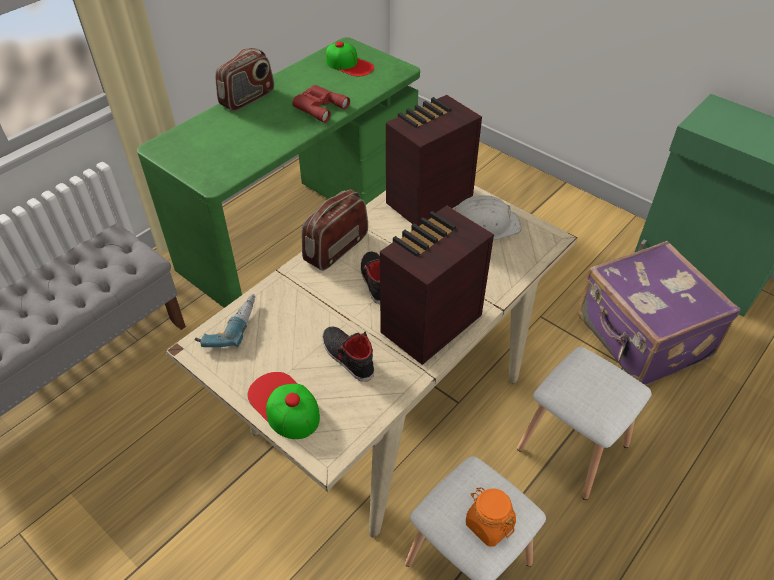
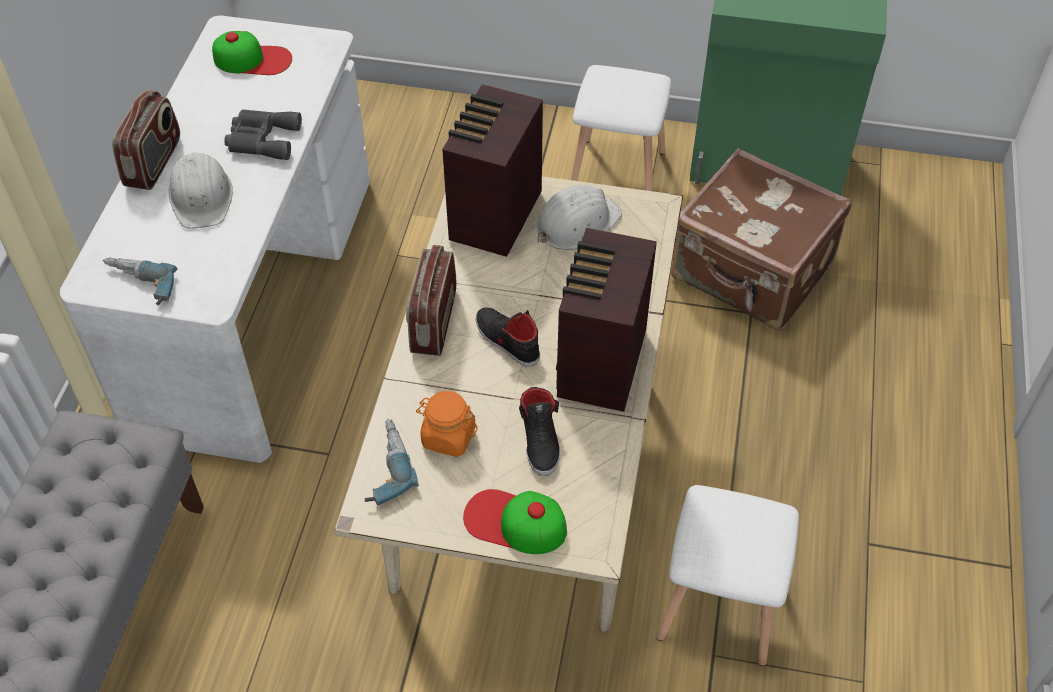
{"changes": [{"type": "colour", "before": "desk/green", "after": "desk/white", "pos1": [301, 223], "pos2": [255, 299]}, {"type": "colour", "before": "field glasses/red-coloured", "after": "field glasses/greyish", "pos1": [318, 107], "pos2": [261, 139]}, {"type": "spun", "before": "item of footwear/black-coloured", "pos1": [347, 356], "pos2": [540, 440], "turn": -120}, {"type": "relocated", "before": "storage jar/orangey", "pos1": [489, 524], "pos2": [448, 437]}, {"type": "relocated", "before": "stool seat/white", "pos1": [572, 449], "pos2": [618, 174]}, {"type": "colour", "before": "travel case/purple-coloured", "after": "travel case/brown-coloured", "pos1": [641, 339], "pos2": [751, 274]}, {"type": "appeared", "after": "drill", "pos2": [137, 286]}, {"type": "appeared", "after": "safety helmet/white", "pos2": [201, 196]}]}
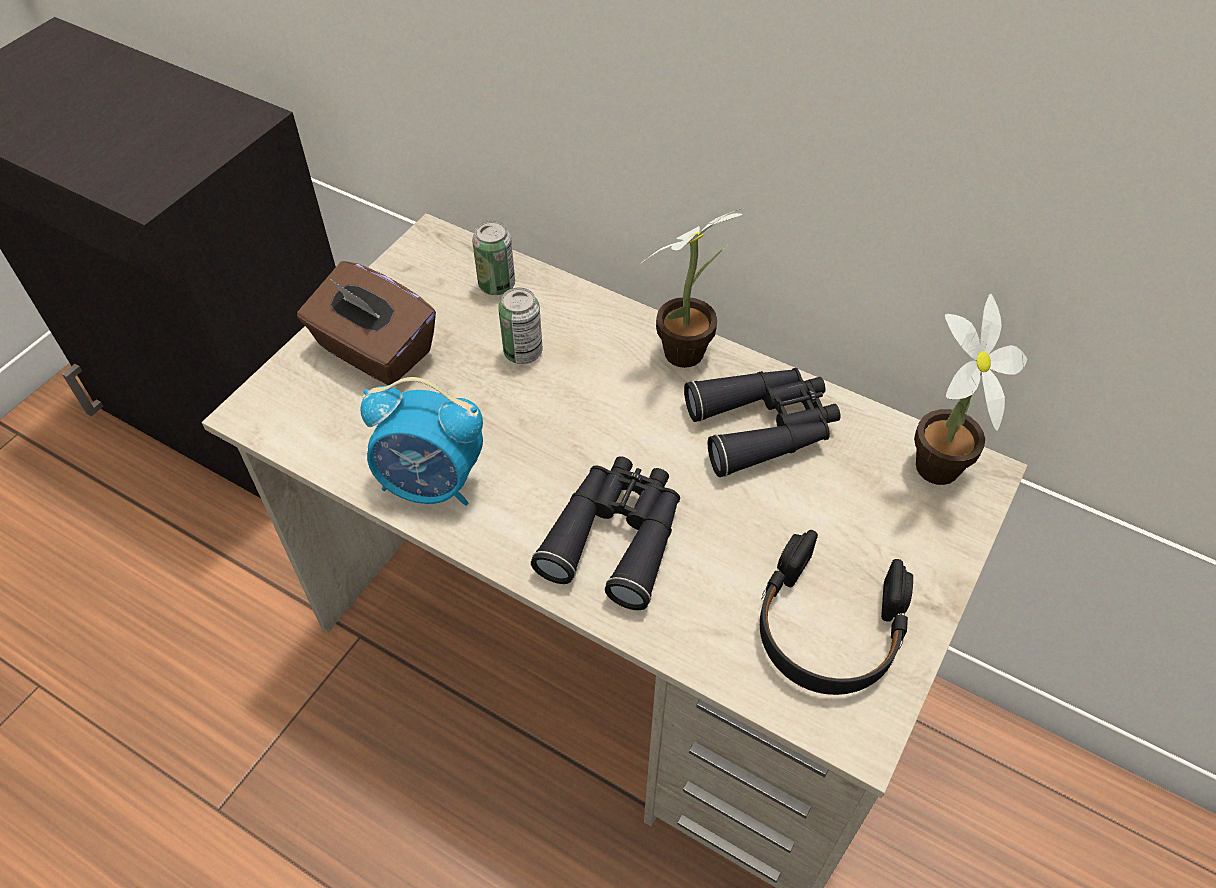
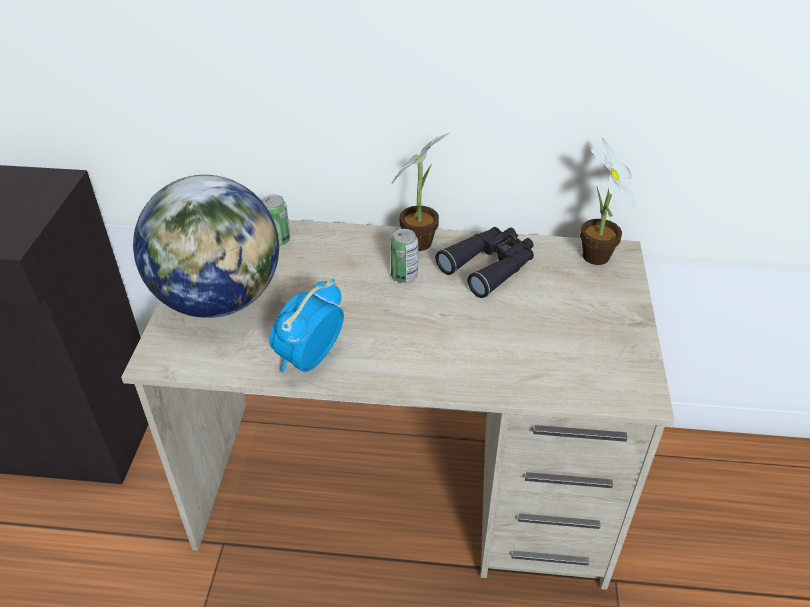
{"changes": [{"type": "exchanged", "before": "box of tissues/brown-coloured", "after": "desk globe", "pos1": [374, 351], "pos2": [219, 299]}, {"type": "spun", "before": "alarm clock", "pos1": [432, 484], "pos2": [309, 359], "turn": 135}, {"type": "relocated", "before": "metal can", "pos1": [523, 352], "pos2": [404, 276]}, {"type": "missing", "before": "field glasses/black-coloured", "pos1": [616, 536]}, {"type": "missing", "before": "pair of headphones/black-coloured", "pos1": [828, 627]}]}
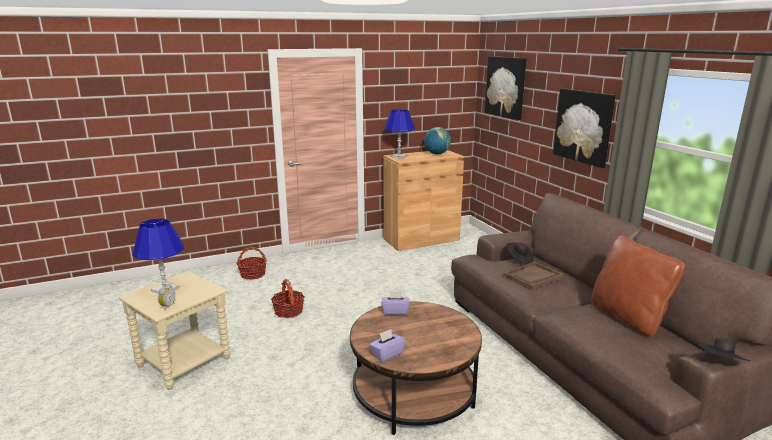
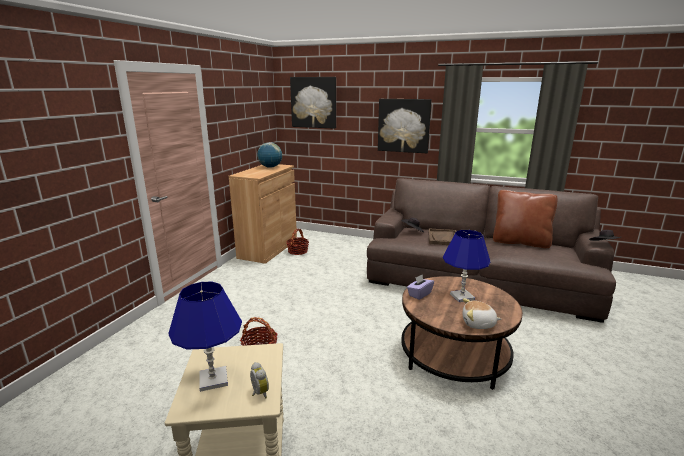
{"changes": [{"type": "relocated", "before": "household basket", "pos1": [253, 274], "pos2": [298, 251]}, {"type": "exchanged", "before": "box of tissues/purple-coloured", "after": "soft toy", "pos1": [387, 354], "pos2": [478, 324]}, {"type": "relocated", "before": "tabletop lamp/bluish", "pos1": [399, 156], "pos2": [462, 297]}]}
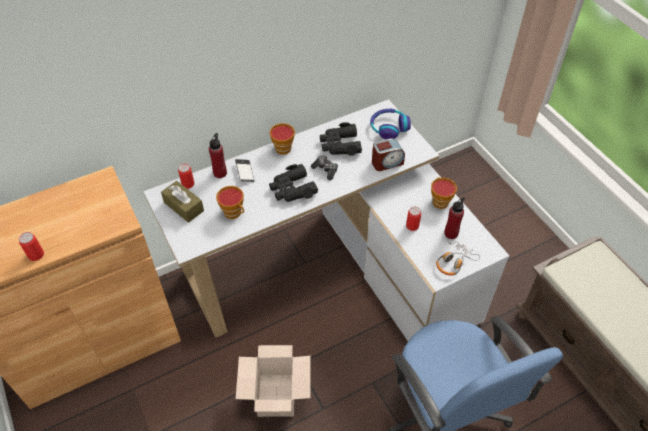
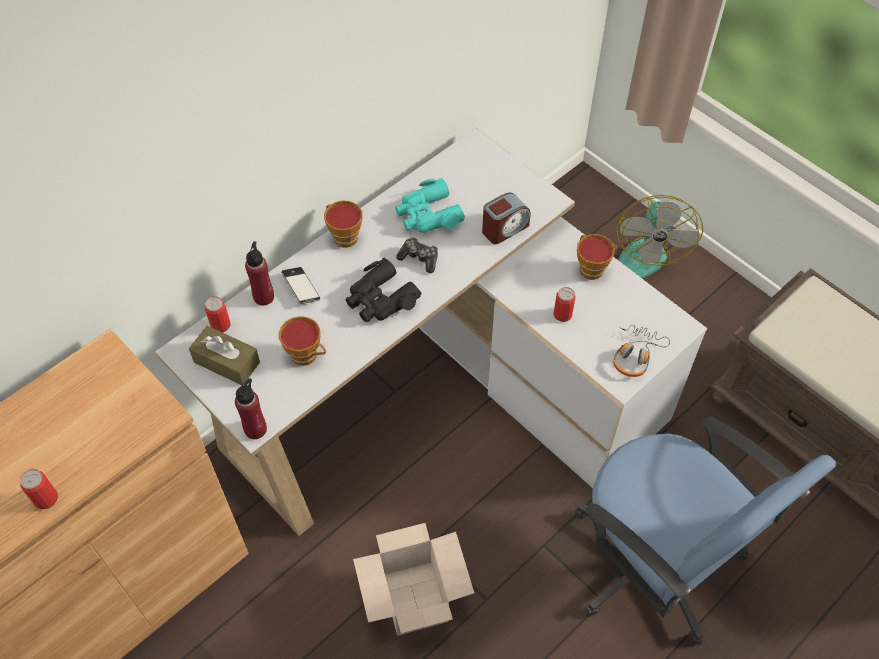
{"changes": [{"type": "colour", "before": "field glasses/black-coloured", "after": "field glasses/turquoise-coloured", "pos1": [340, 145], "pos2": [428, 214]}, {"type": "missing", "before": "pair of headphones", "pos1": [389, 127]}, {"type": "relocated", "before": "beverage bottle/red-coloured", "pos1": [451, 233], "pos2": [255, 429]}, {"type": "appeared", "after": "cooling fan", "pos2": [640, 250]}]}
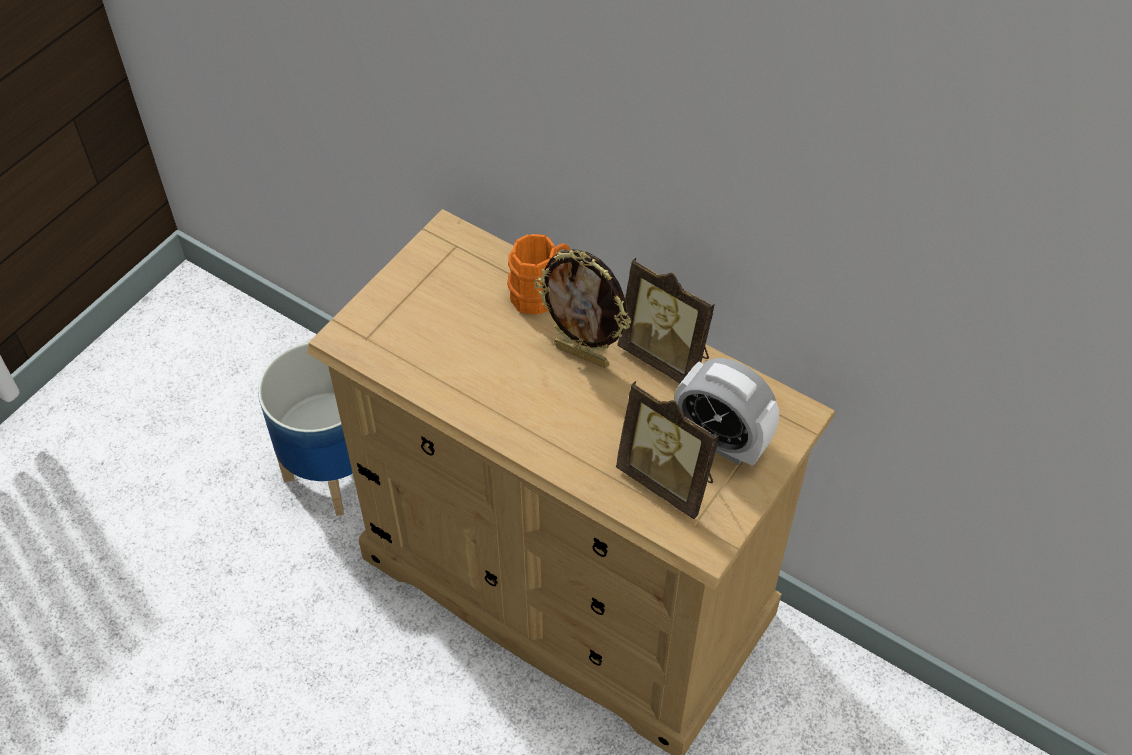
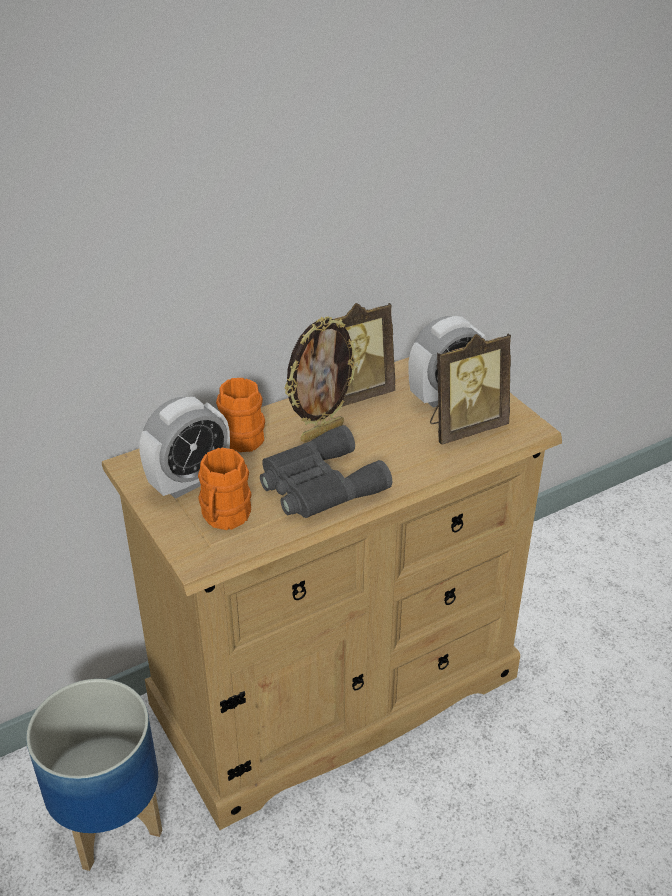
{"changes": [{"type": "appeared", "after": "alarm clock", "pos2": [189, 481]}, {"type": "appeared", "after": "coffee mug/orangey", "pos2": [224, 518]}, {"type": "appeared", "after": "field glasses/greyish", "pos2": [318, 485]}]}
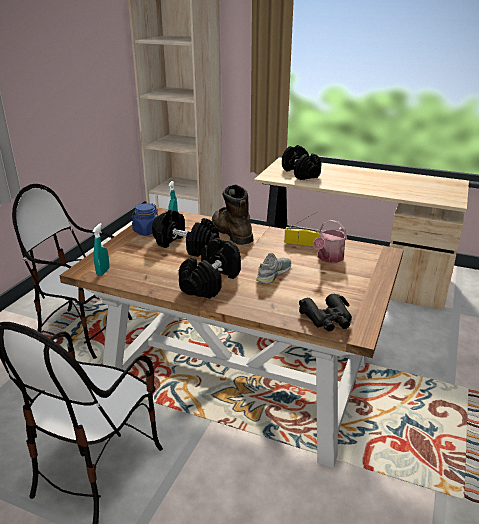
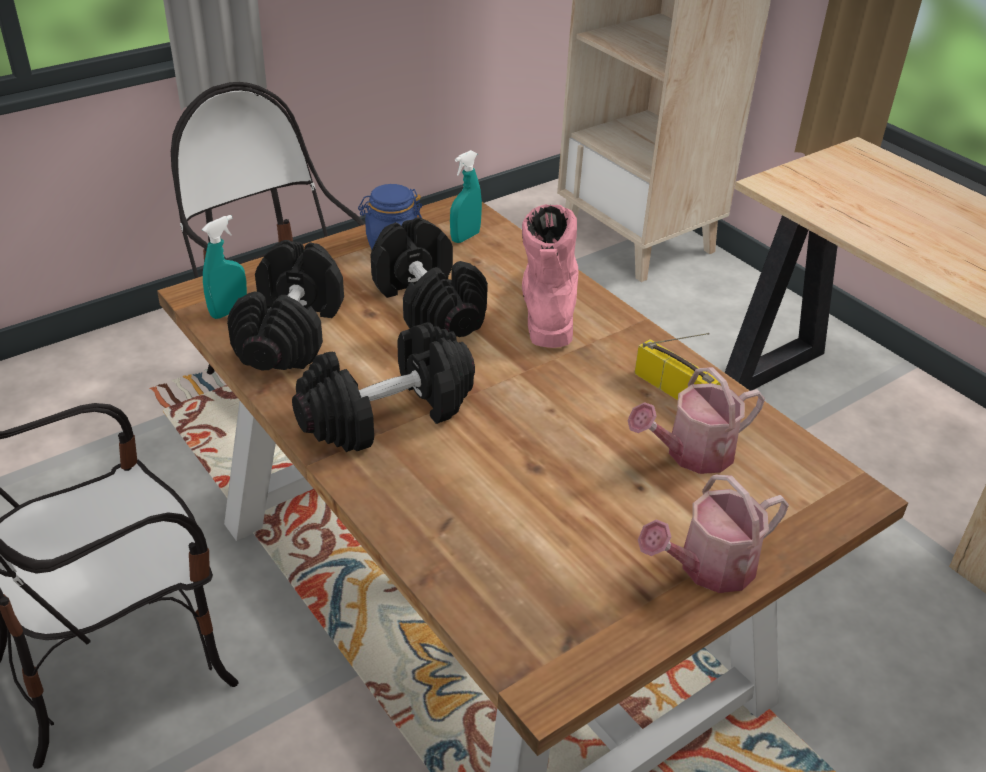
{"changes": [{"type": "colour", "before": "high-top boot/brown-coloured", "after": "high-top boot/pink", "pos1": [230, 232], "pos2": [548, 305]}, {"type": "missing", "before": "item of footwear/greyish", "pos1": [274, 273]}, {"type": "relocated", "before": "dumbbell/black-coloured", "pos1": [301, 173], "pos2": [291, 333]}, {"type": "missing", "before": "field glasses/black-coloured", "pos1": [327, 319]}, {"type": "appeared", "after": "watering pot", "pos2": [708, 568]}]}
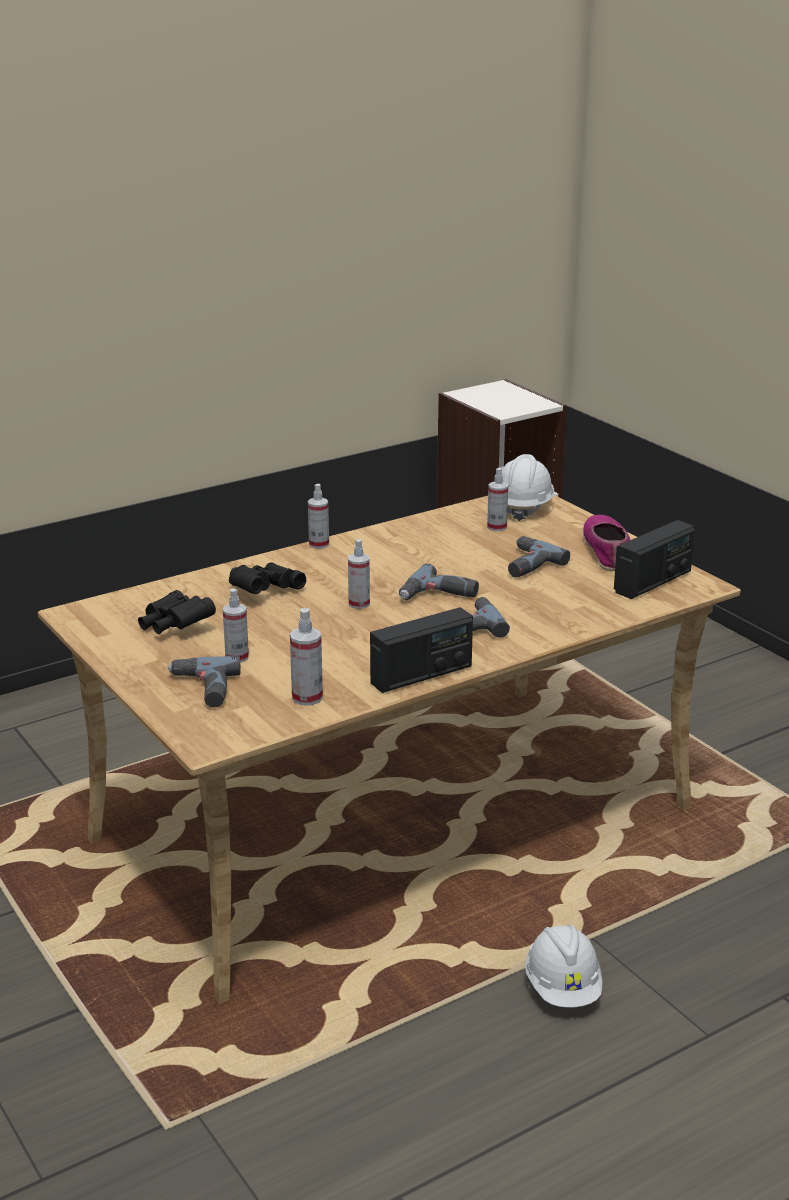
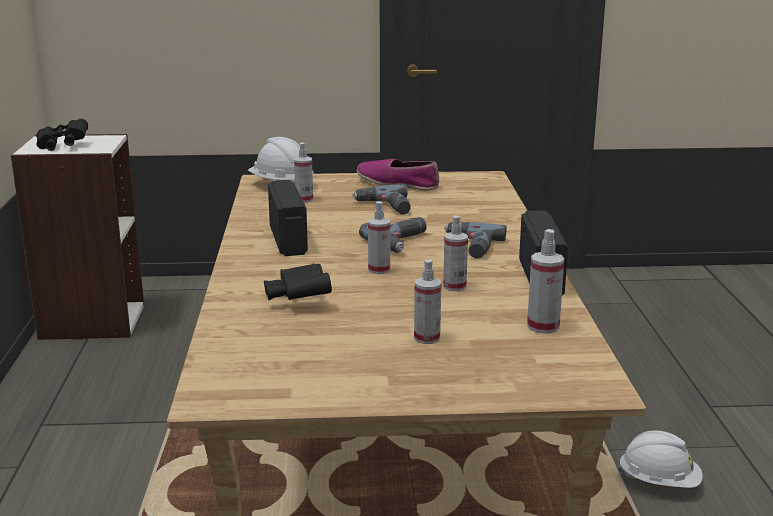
{"changes": [{"type": "relocated", "before": "field glasses/black-coloured", "pos1": [174, 626], "pos2": [62, 146]}, {"type": "missing", "before": "drill", "pos1": [202, 689]}, {"type": "relocated", "before": "spray bottle", "pos1": [319, 544], "pos2": [454, 286]}, {"type": "relocated", "before": "radio set", "pos1": [653, 582], "pos2": [289, 239]}]}
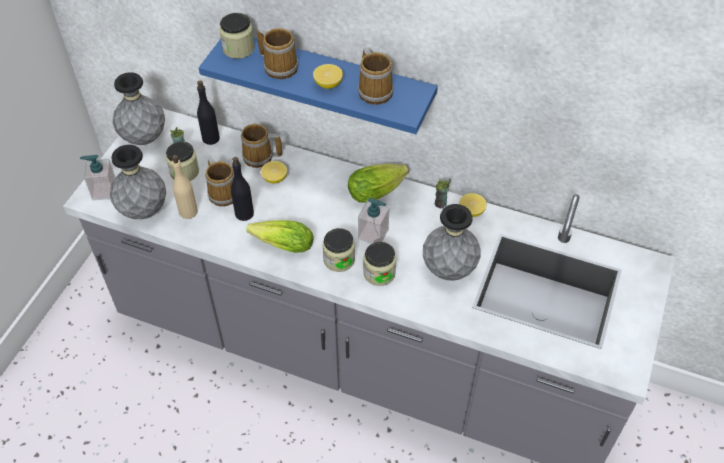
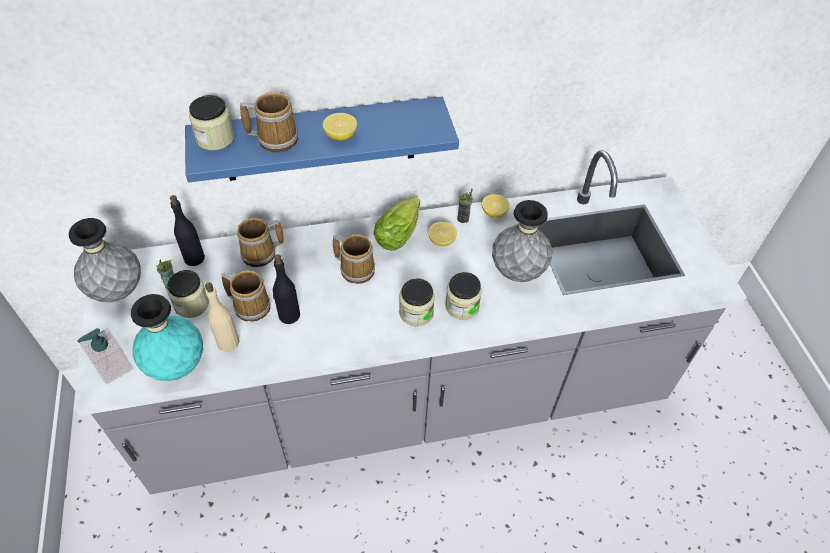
{"changes": [{"type": "colour", "before": "flower vase/greyish", "after": "flower vase/turquoise-coloured", "pos1": [144, 210], "pos2": [177, 365]}, {"type": "missing", "before": "lettuce head", "pos1": [280, 244]}, {"type": "relocated", "before": "lemon", "pos1": [274, 179], "pos2": [442, 241]}, {"type": "relocated", "before": "coffee mug", "pos1": [375, 90], "pos2": [356, 268]}, {"type": "missing", "before": "liquid soap bottle", "pos1": [373, 234]}]}
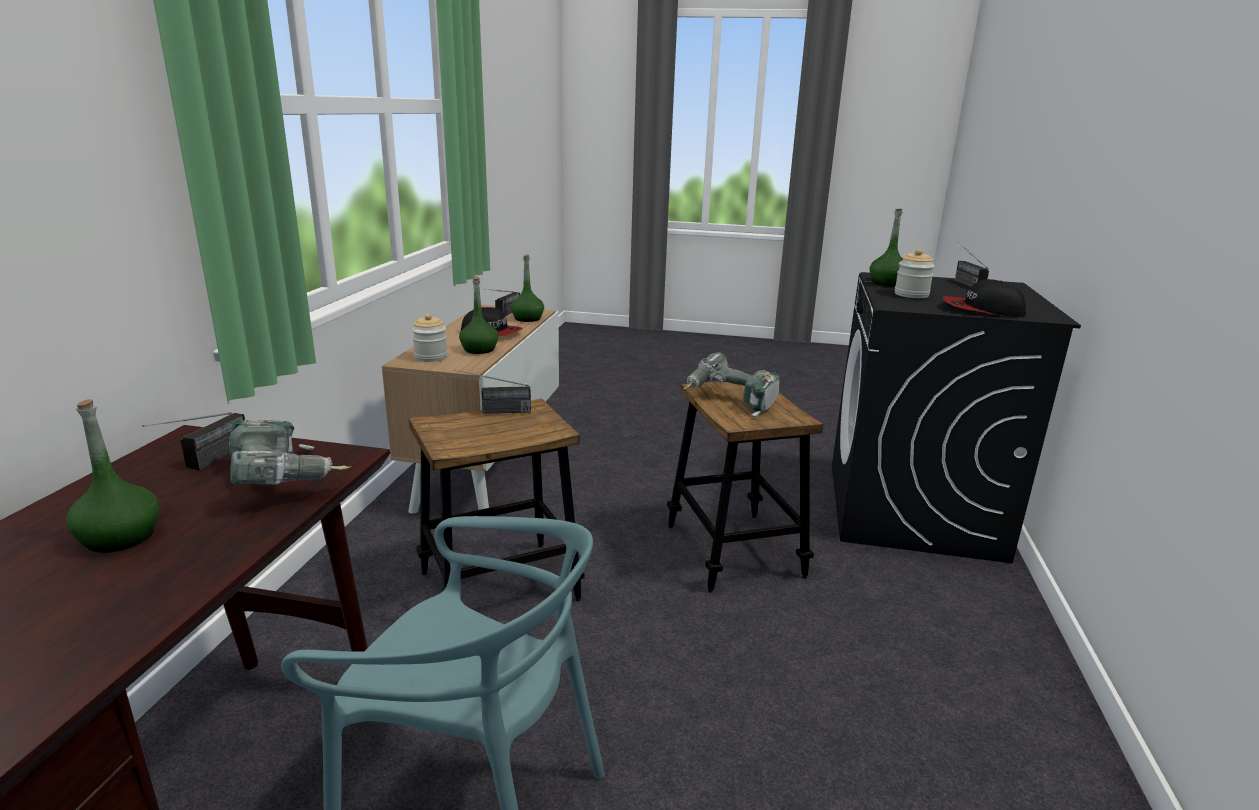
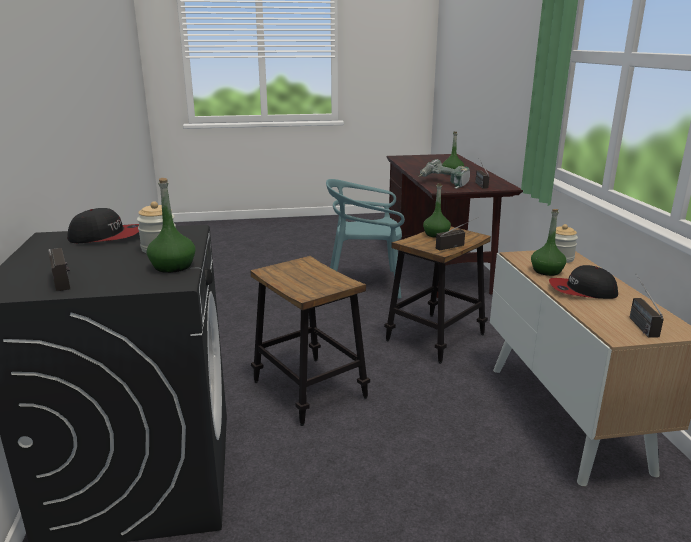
{"changes": [{"type": "relocated", "before": "beverage bottle/green", "pos1": [527, 318], "pos2": [436, 234]}, {"type": "missing", "before": "drill", "pos1": [729, 401]}]}
